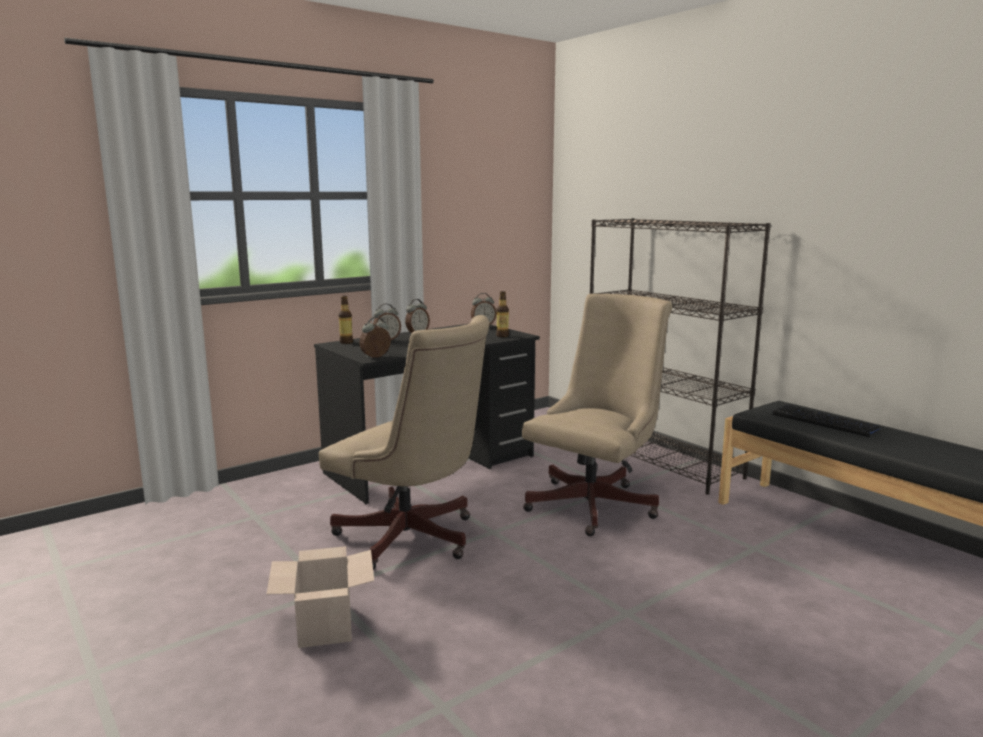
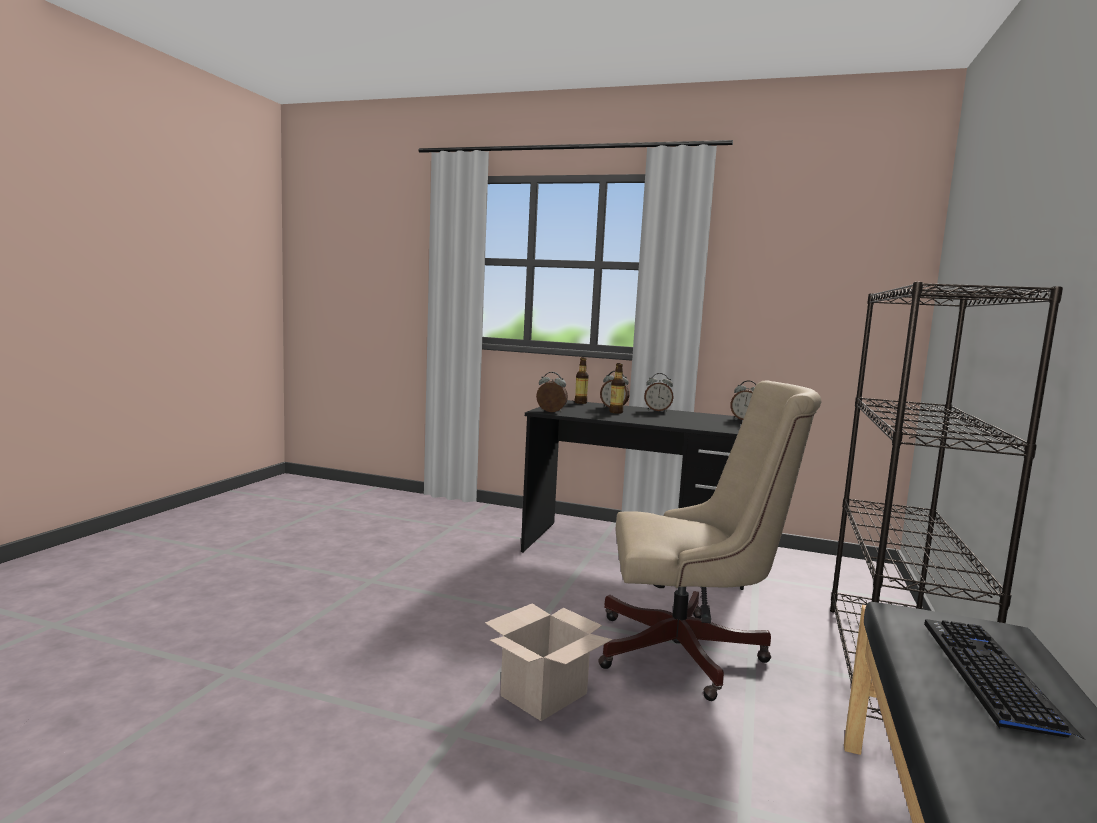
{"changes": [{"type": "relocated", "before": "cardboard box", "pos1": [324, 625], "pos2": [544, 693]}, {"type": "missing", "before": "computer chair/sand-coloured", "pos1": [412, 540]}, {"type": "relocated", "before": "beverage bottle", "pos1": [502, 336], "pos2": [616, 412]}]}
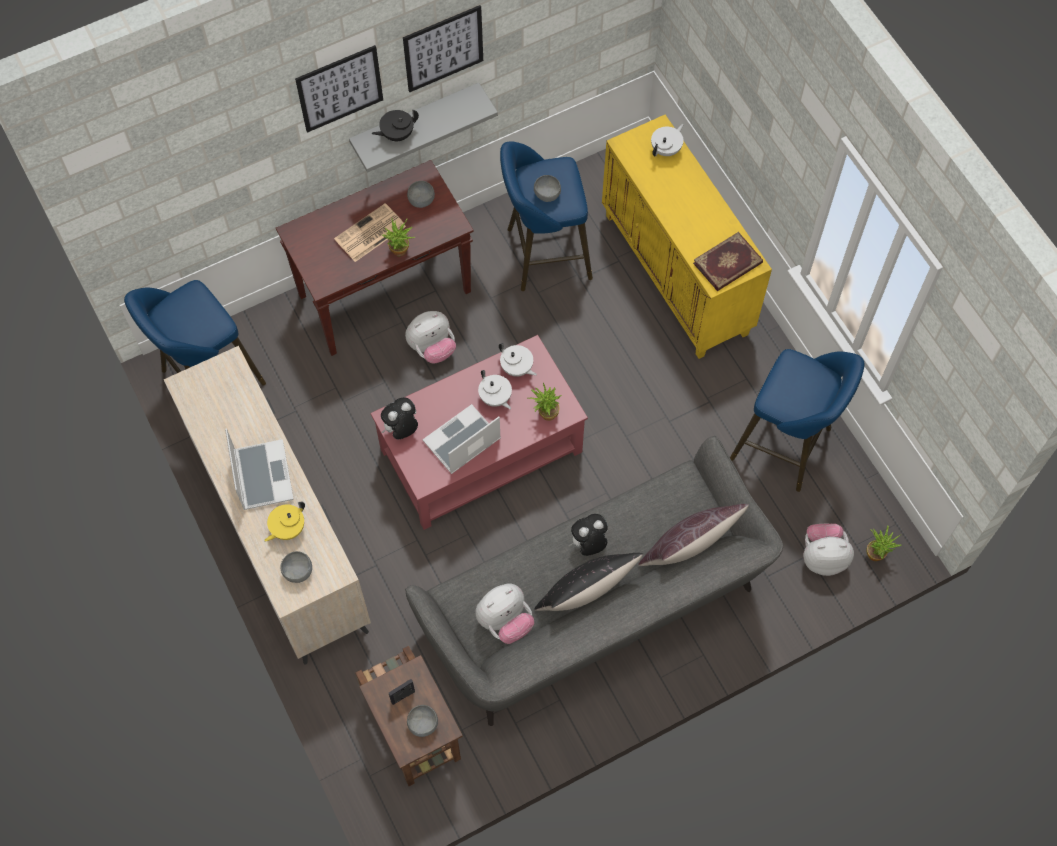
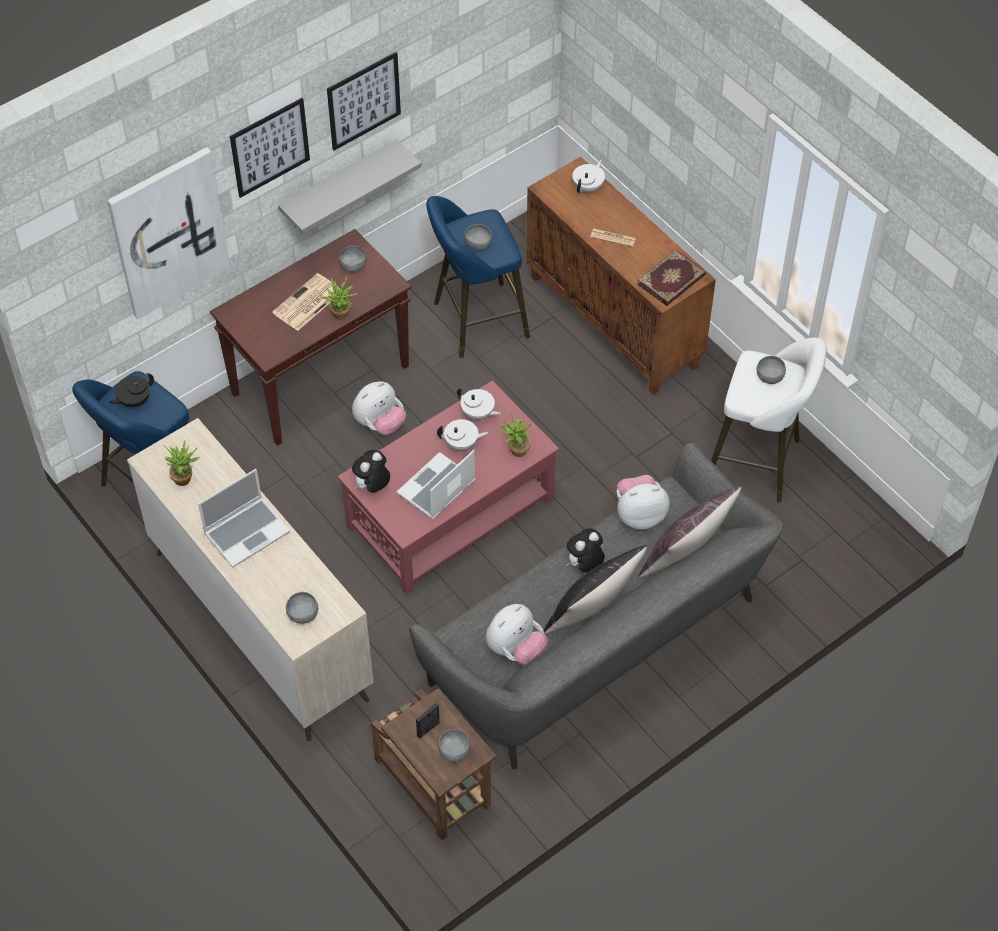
{"changes": [{"type": "spun", "before": "notebook computer", "pos1": [262, 475], "pos2": [247, 532], "turn": 75}, {"type": "missing", "before": "teapot/yellow", "pos1": [287, 528]}, {"type": "relocated", "before": "teapot/black-coloured", "pos1": [397, 134], "pos2": [134, 400]}, {"type": "spun", "before": "teapot/white", "pos1": [495, 398], "pos2": [462, 444], "turn": -45}, {"type": "colour", "before": "cabinet/yellow", "after": "cabinet/brown-coloured", "pos1": [677, 274], "pos2": [615, 321]}, {"type": "colour", "before": "stool seat/bluish", "after": "stool seat/white", "pos1": [786, 446], "pos2": [758, 463]}, {"type": "relocated", "before": "soft toy", "pos1": [823, 557], "pos2": [639, 514]}, {"type": "relocated", "before": "houseplant", "pos1": [877, 553], "pos2": [185, 478]}, {"type": "appeared", "after": "wall art", "pos2": [168, 232]}, {"type": "appeared", "after": "printed paper", "pos2": [613, 238]}, {"type": "appeared", "after": "serving bowl/greyish", "pos2": [769, 377]}]}
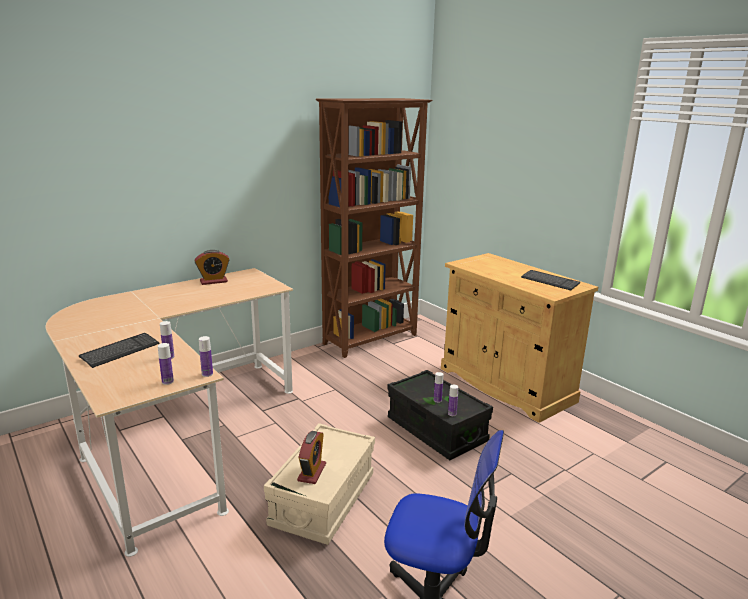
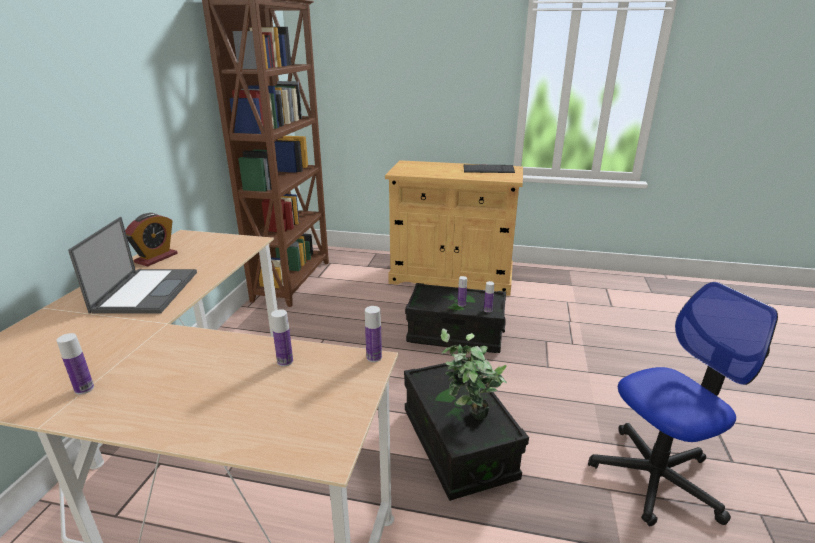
{"changes": [{"type": "missing", "before": "PC keyboard", "pos1": [120, 351]}, {"type": "relocated", "before": "beverage bottle", "pos1": [167, 381], "pos2": [84, 389]}, {"type": "colour", "before": "storage bin/sand-coloured", "after": "storage bin/black-coloured", "pos1": [323, 500], "pos2": [458, 444]}, {"type": "exchanged", "before": "alarm clock", "after": "houseplant", "pos1": [312, 472], "pos2": [468, 418]}, {"type": "appeared", "after": "notebook computer", "pos2": [146, 291]}]}
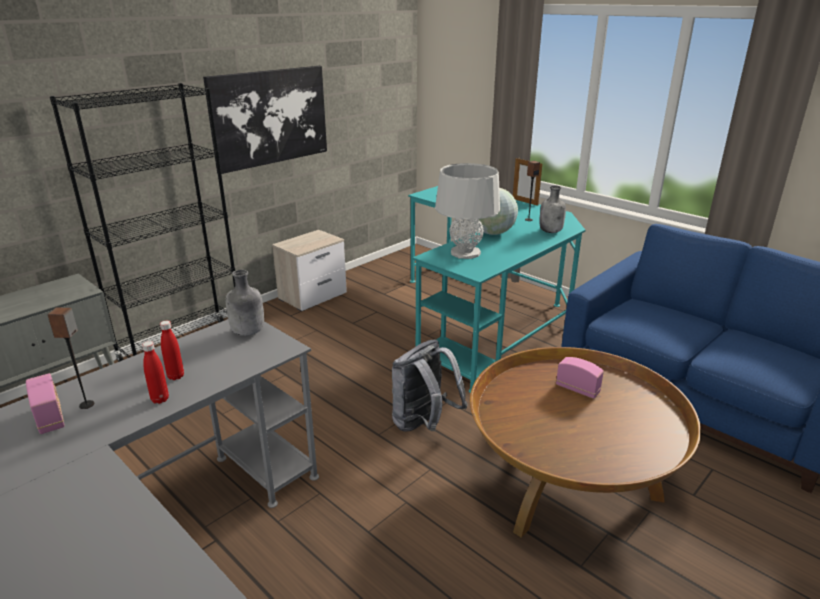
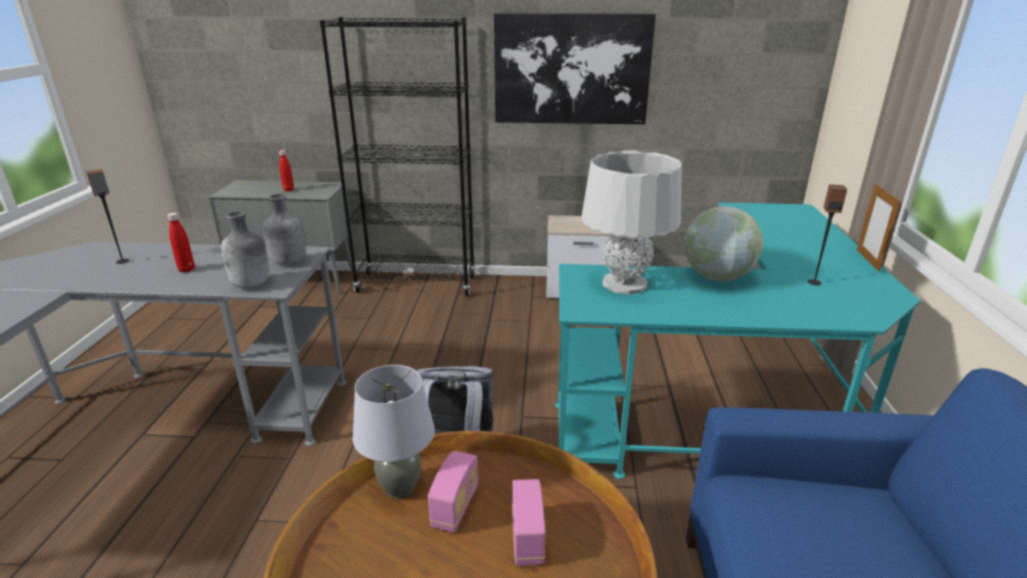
{"changes": [{"type": "relocated", "before": "radio set", "pos1": [50, 418], "pos2": [455, 507]}, {"type": "relocated", "before": "beverage bottle/red-coloured", "pos1": [160, 399], "pos2": [288, 190]}, {"type": "relocated", "before": "beverage bottle/greyish", "pos1": [551, 231], "pos2": [251, 285]}, {"type": "appeared", "after": "tabletop lamp/greyish", "pos2": [399, 488]}]}
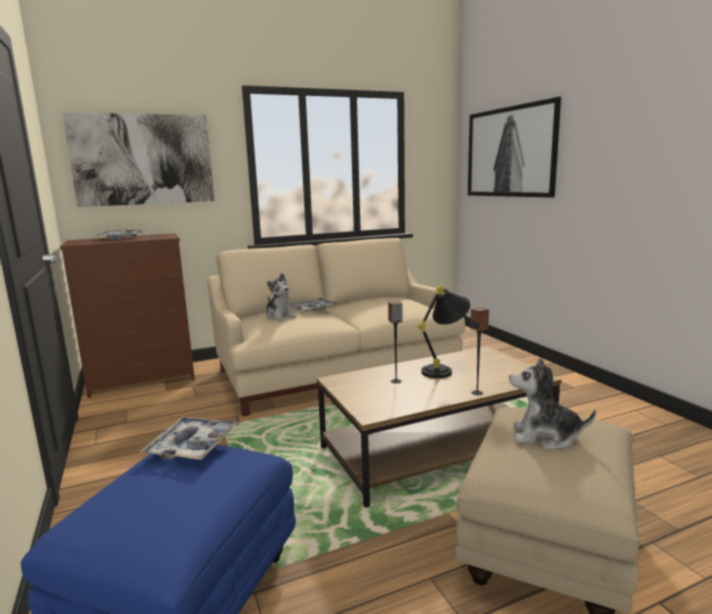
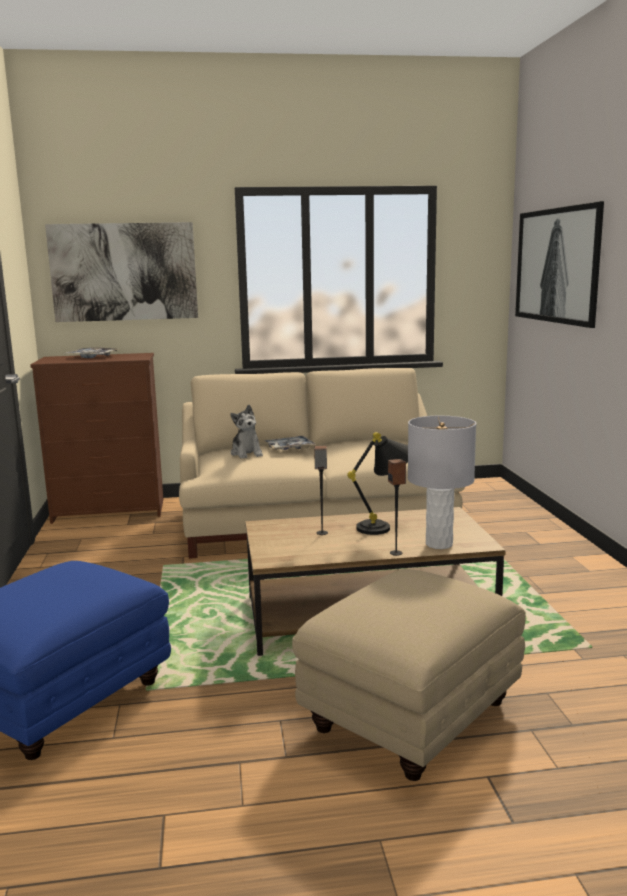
{"changes": [{"type": "missing", "before": "tray", "pos1": [192, 446]}, {"type": "missing", "before": "soft toy", "pos1": [545, 437]}, {"type": "appeared", "after": "tabletop lamp/greyish", "pos2": [439, 544]}]}
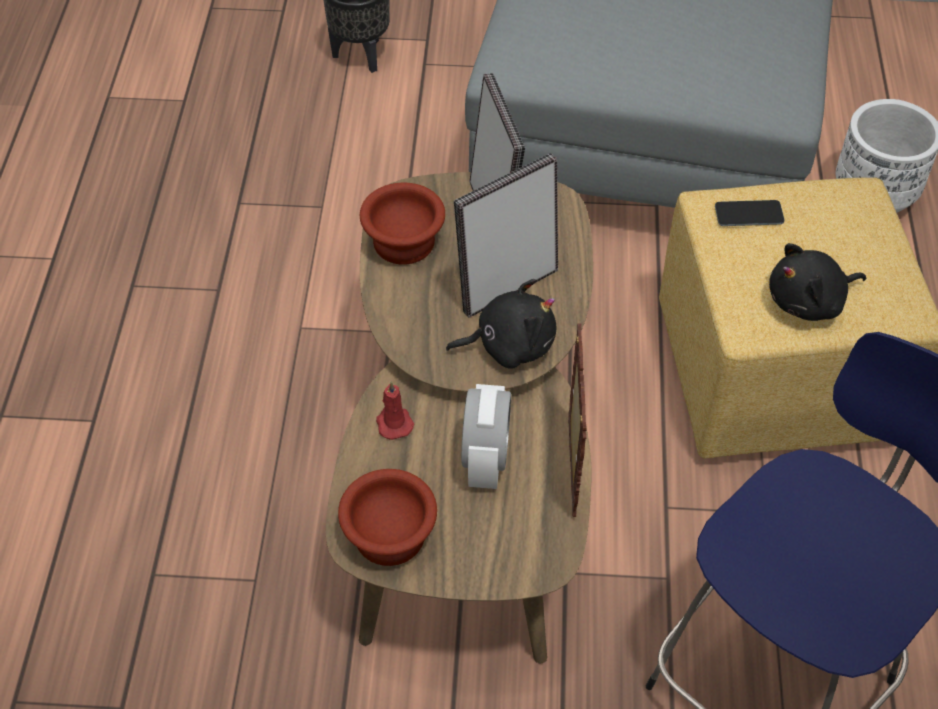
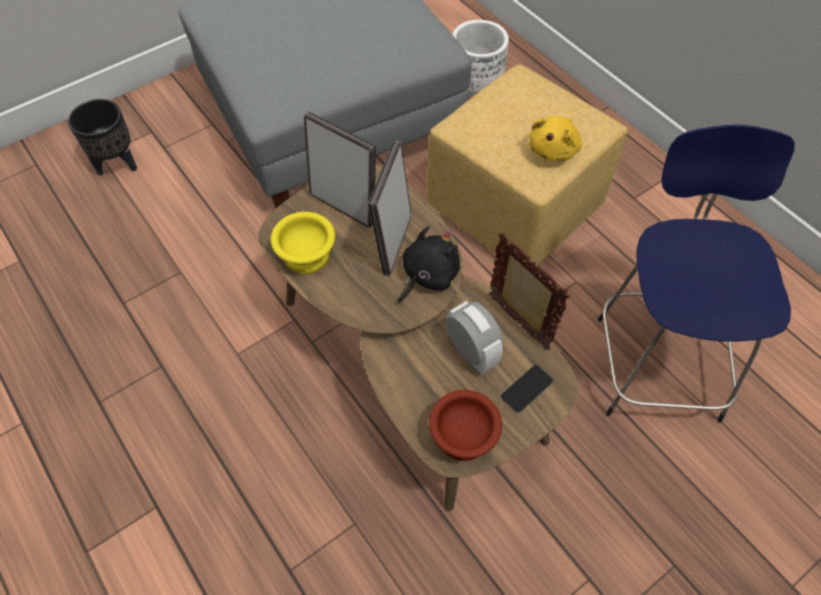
{"changes": [{"type": "colour", "before": "serving bowl/brown-coloured", "after": "serving bowl/yellow", "pos1": [404, 240], "pos2": [305, 254]}, {"type": "missing", "before": "candle/red-coloured", "pos1": [393, 422]}, {"type": "relocated", "before": "telephone", "pos1": [749, 214], "pos2": [526, 389]}, {"type": "colour", "before": "soft toy/black-coloured", "after": "soft toy/yellow", "pos1": [809, 302], "pos2": [554, 149]}]}
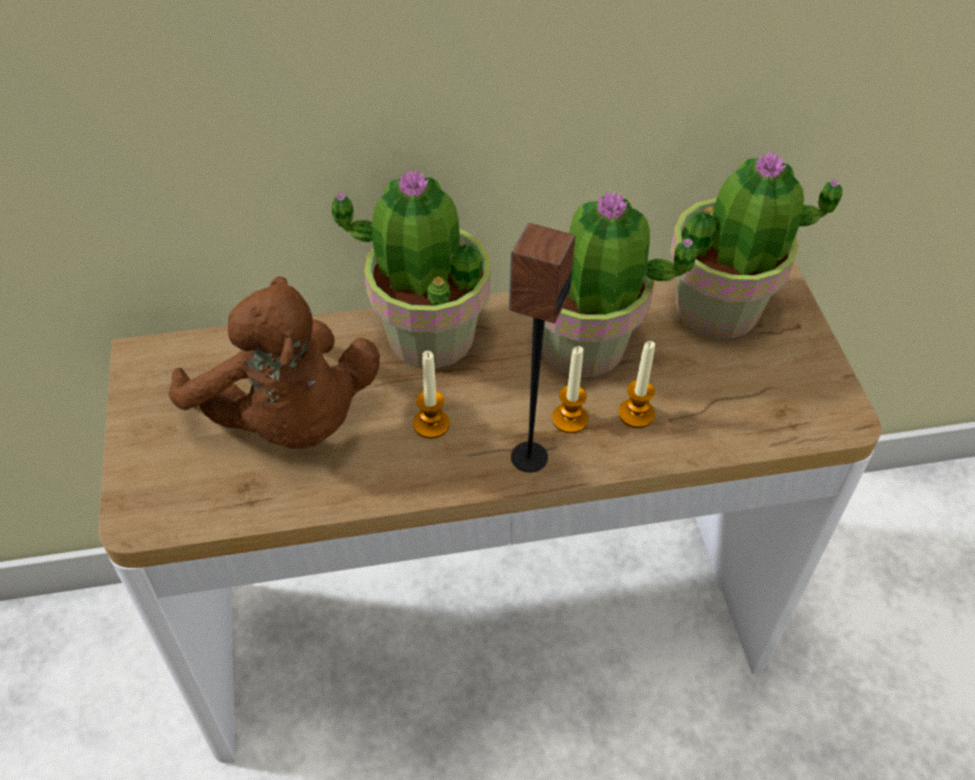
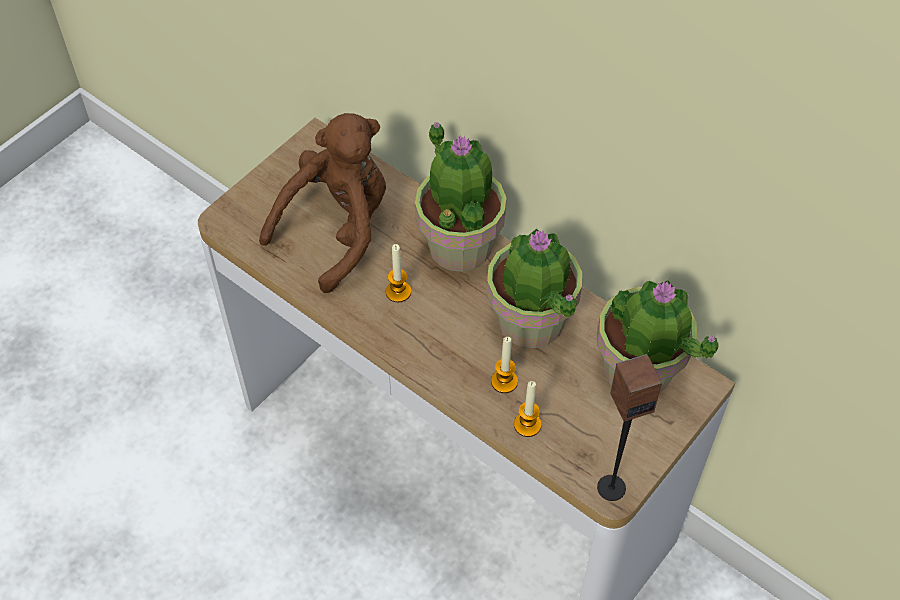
{"changes": [{"type": "spun", "before": "soft toy/brown-coloured", "pos1": [288, 420], "pos2": [338, 229], "turn": -150}, {"type": "relocated", "before": "audio speaker", "pos1": [528, 457], "pos2": [611, 487]}, {"type": "relocated", "before": "candle", "pos1": [570, 419], "pos2": [527, 425]}]}
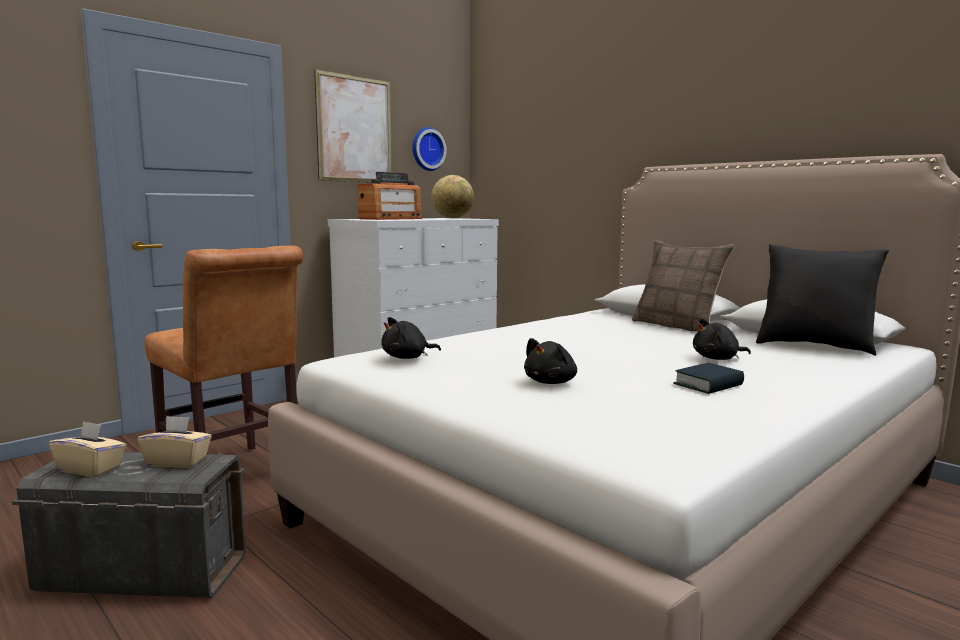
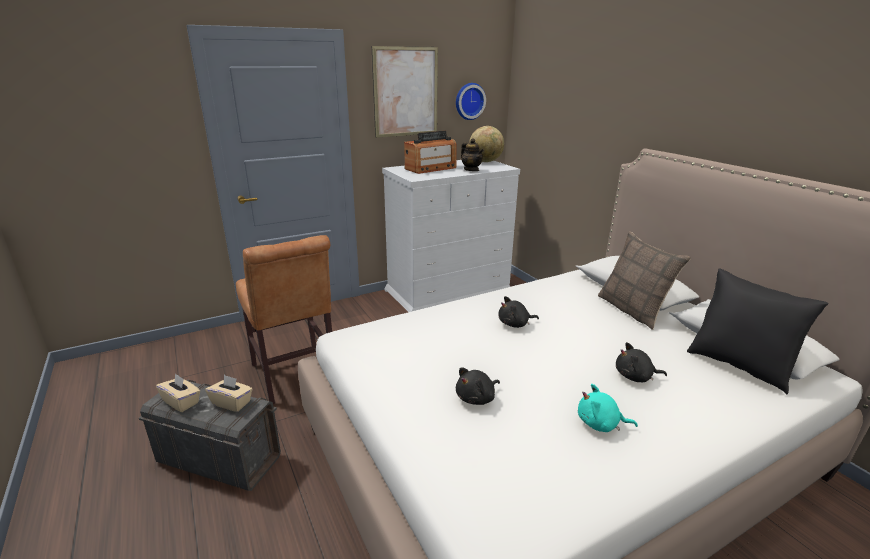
{"changes": [{"type": "relocated", "before": "soft toy/black-coloured", "pos1": [407, 358], "pos2": [515, 324]}, {"type": "exchanged", "before": "bound book", "after": "soft toy/turquoise-coloured", "pos1": [708, 385], "pos2": [600, 424]}, {"type": "appeared", "after": "teapot", "pos2": [471, 170]}]}
